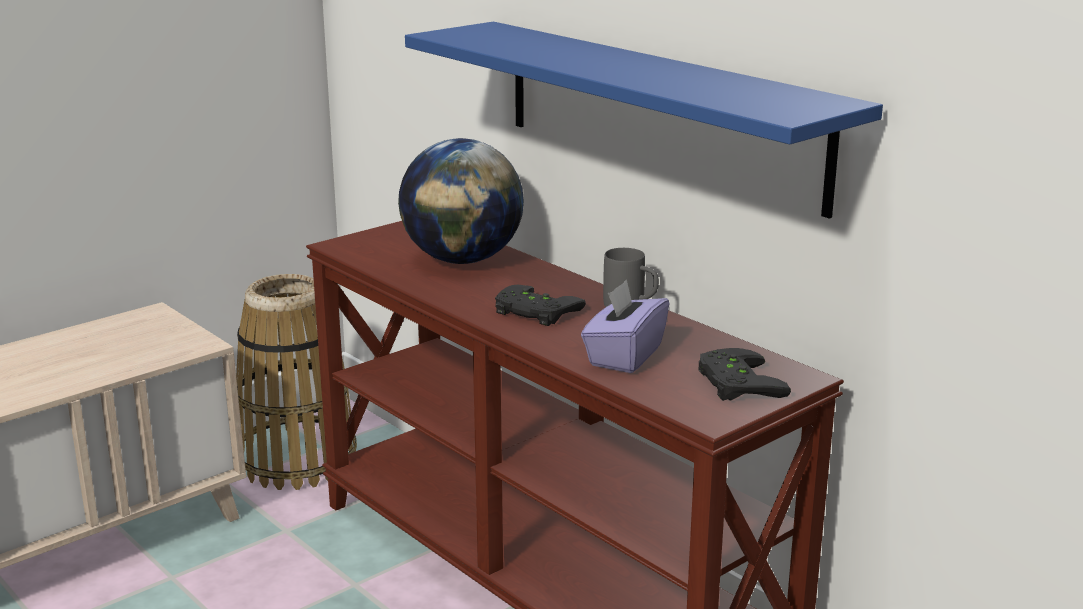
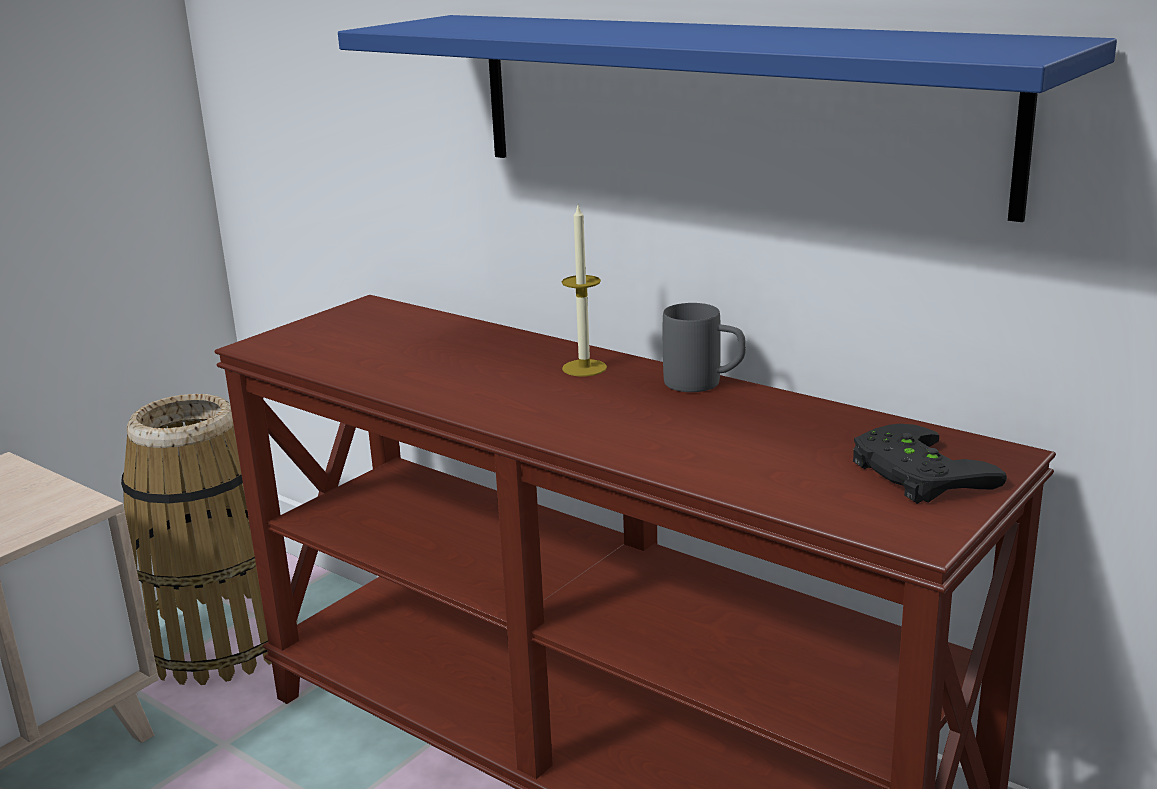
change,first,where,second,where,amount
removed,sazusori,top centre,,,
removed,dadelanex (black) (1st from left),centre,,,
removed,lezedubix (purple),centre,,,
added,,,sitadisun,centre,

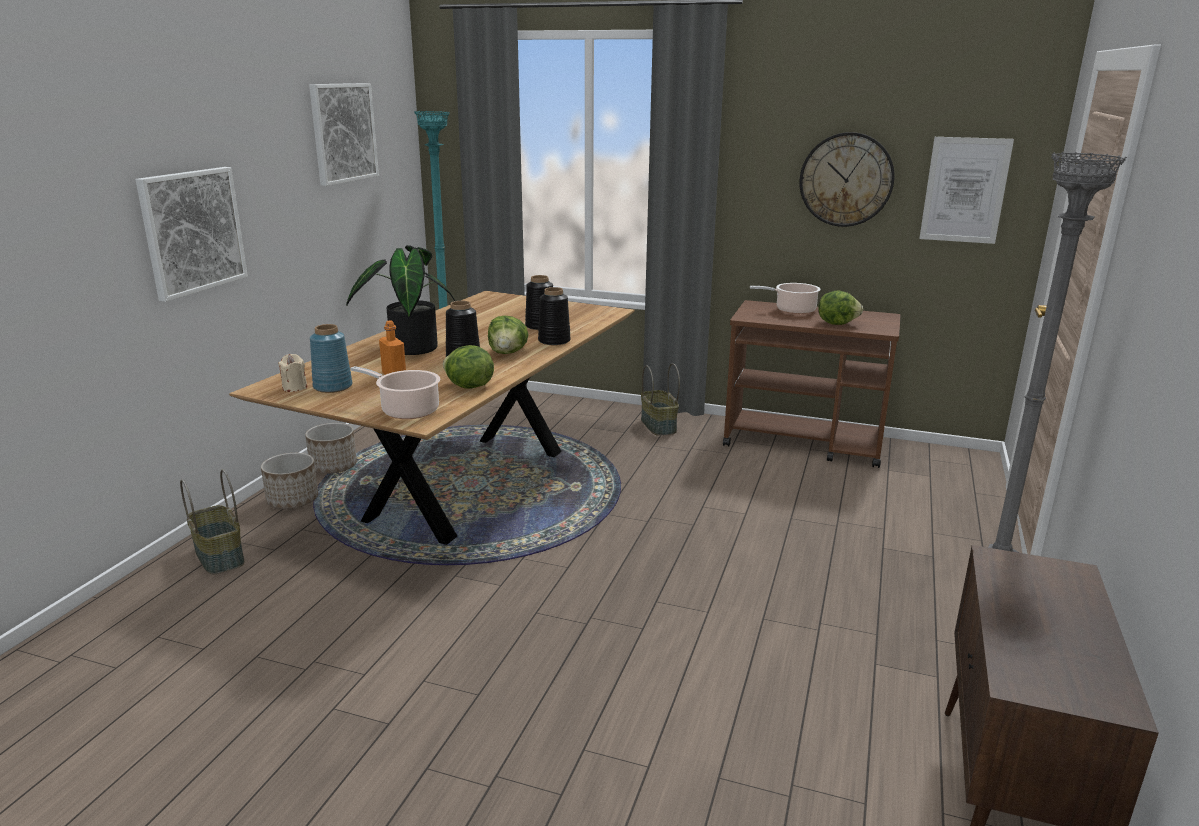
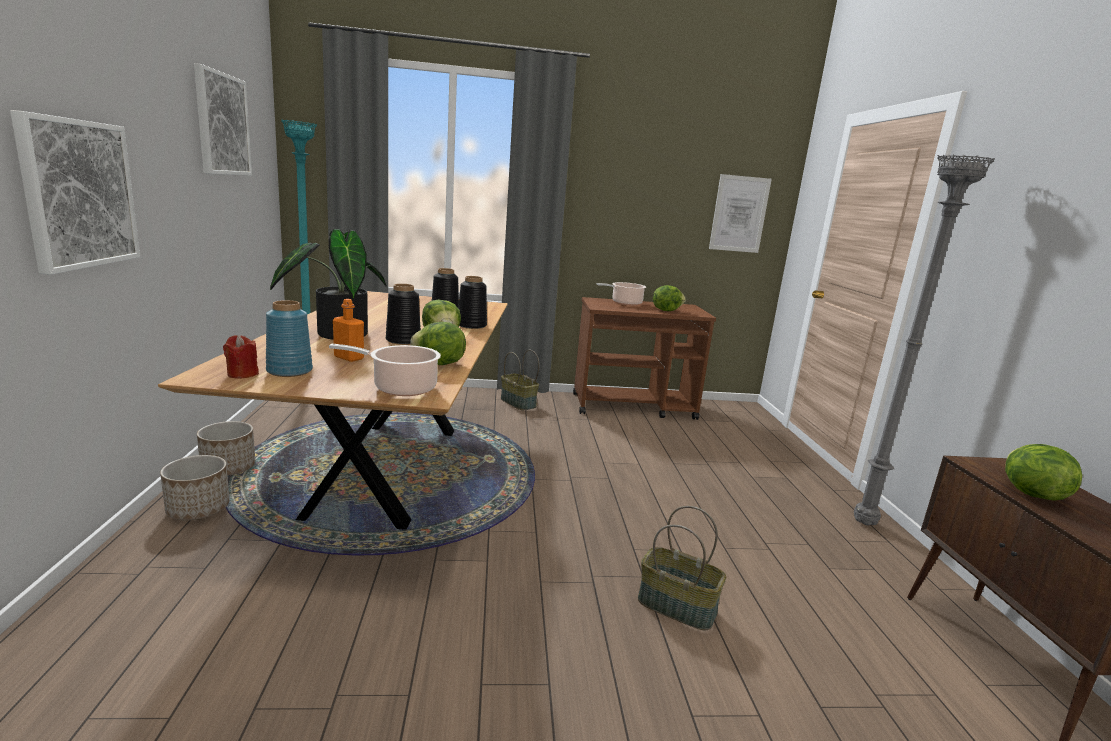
change,first,where,second,where,amount
moved,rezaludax (1st from left in the first image),middle left,rezaludax (2nd from left),bottom centre,
recoloured,sitadisun (beige),middle left,sitadisun (red),middle left,
removed,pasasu,top right,,,
added,,,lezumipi (4th from left),middle right,

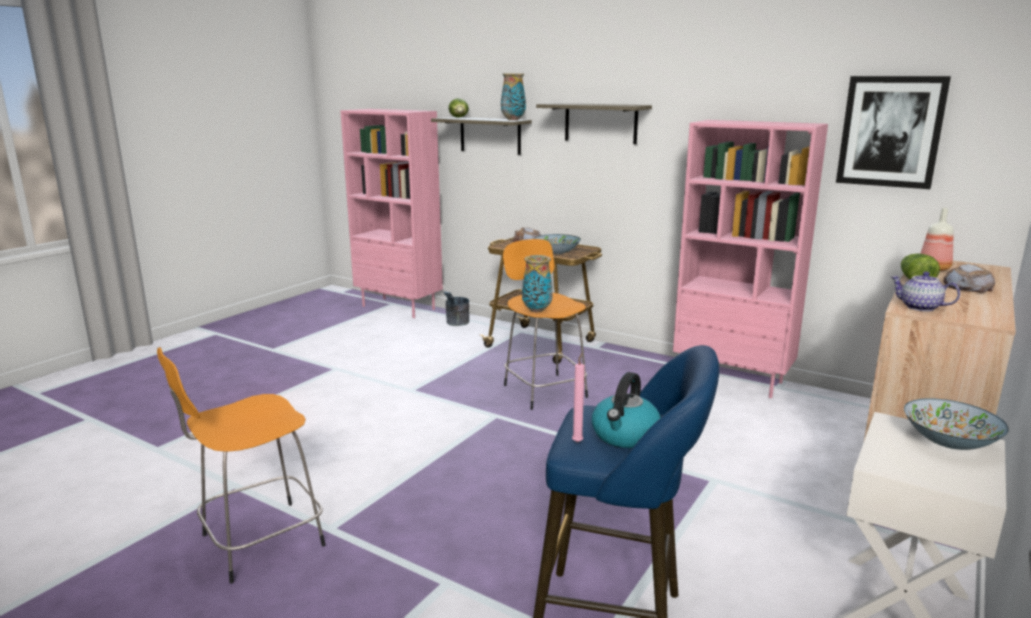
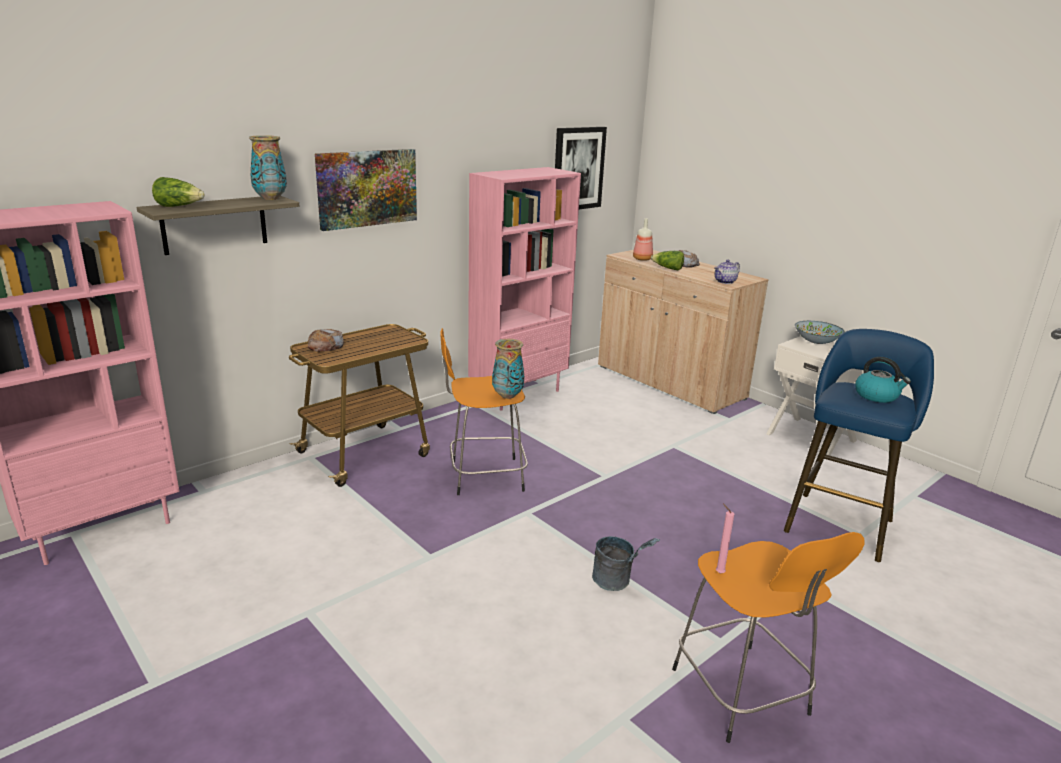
change,first,where,second,where,amount
moved,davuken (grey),centre,,bottom centre,
removed,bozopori (1st from left),centre,,,
replaced,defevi (2nd from left),top centre,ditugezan (1st from left),top centre,
moved,sitadisun (pink),centre,,bottom right,

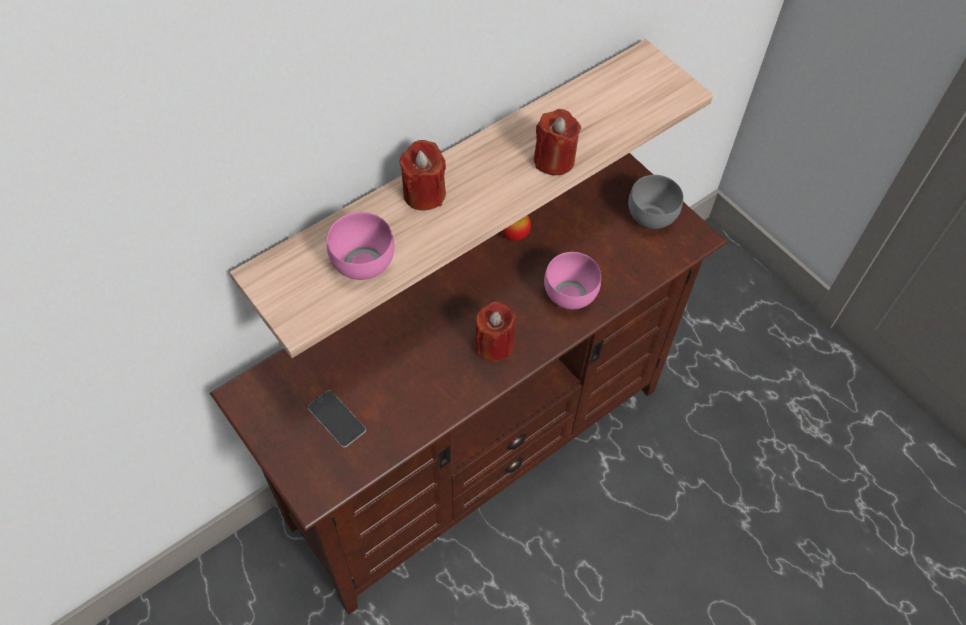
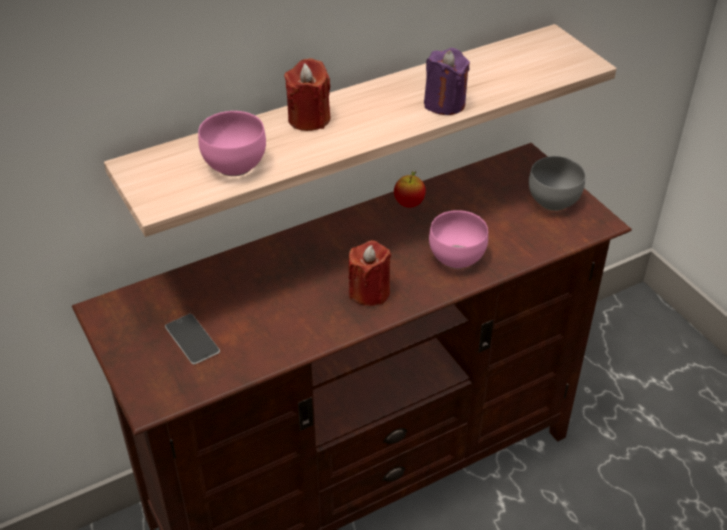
change,first,where,second,where,amount
recoloured,sitadisun (red) (3rd from left),top centre,sitadisun (purple),top centre,

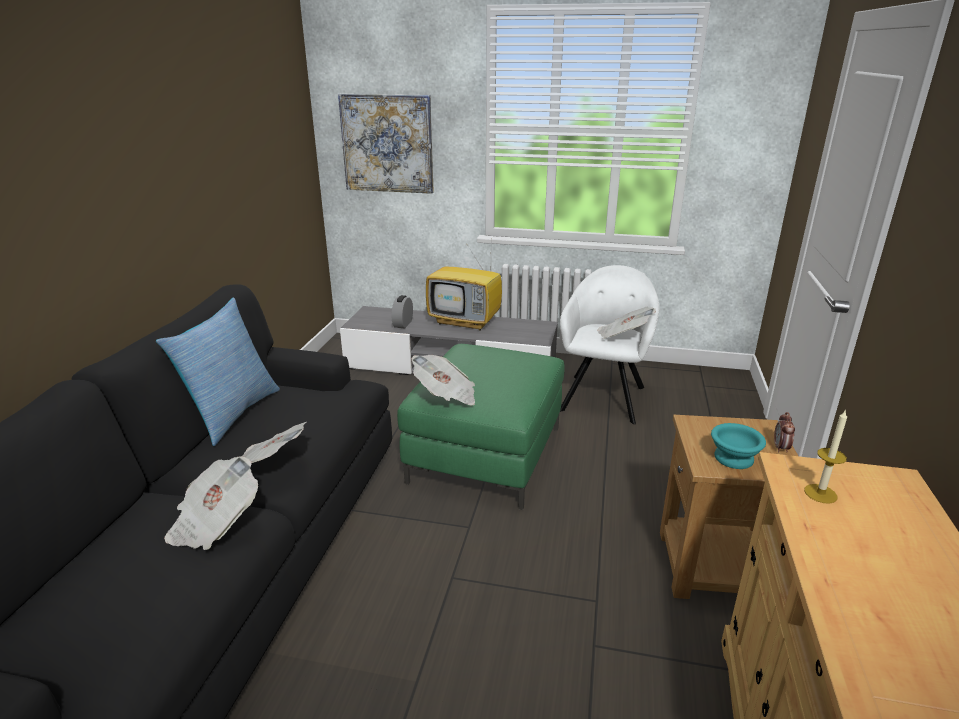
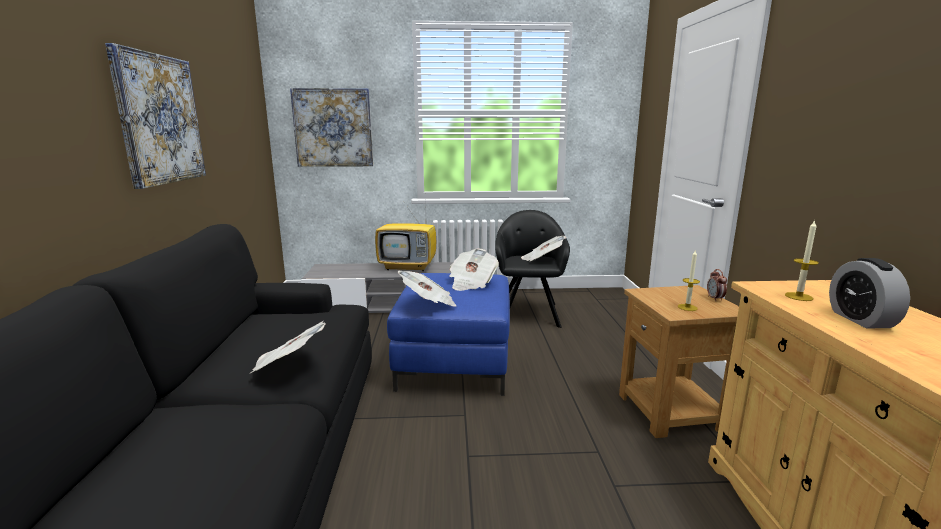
change,first,where,second,where,amount
removed,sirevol,middle left,,,
moved,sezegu (1st from left in the first image),bottom left,sezegu (3rd from left),centre,
moved,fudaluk (1st from left in the first image),centre,fudaluk (2nd from left),middle right,
recoloured,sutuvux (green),centre,sutuvux (blue),centre,
recoloured,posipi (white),centre,posipi (black),centre,
replaced,bozopori (turquoise),middle right,sitadisun (1st from left),middle right,
added,,,ditugezan (1st from left),top left,

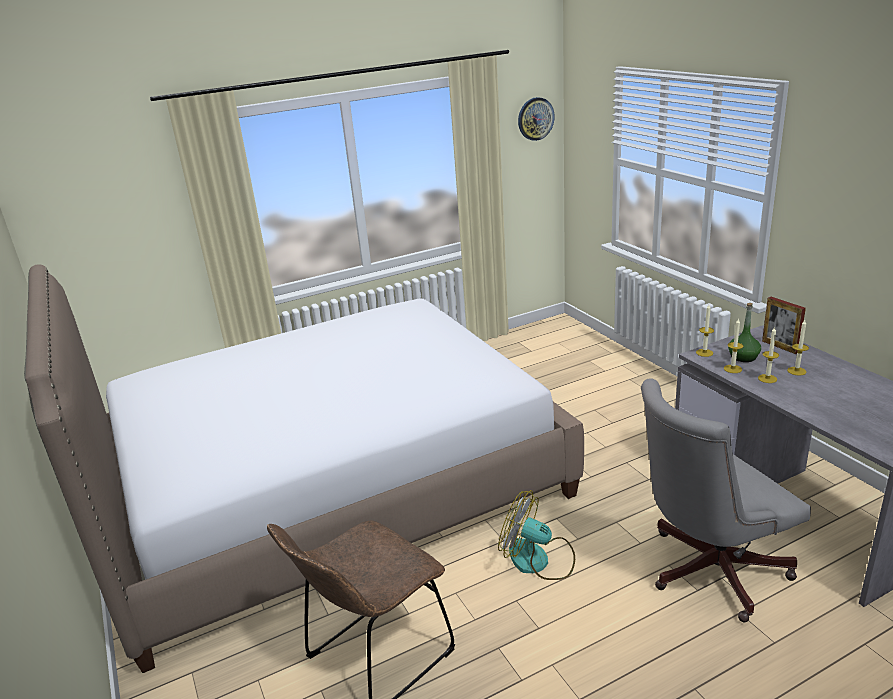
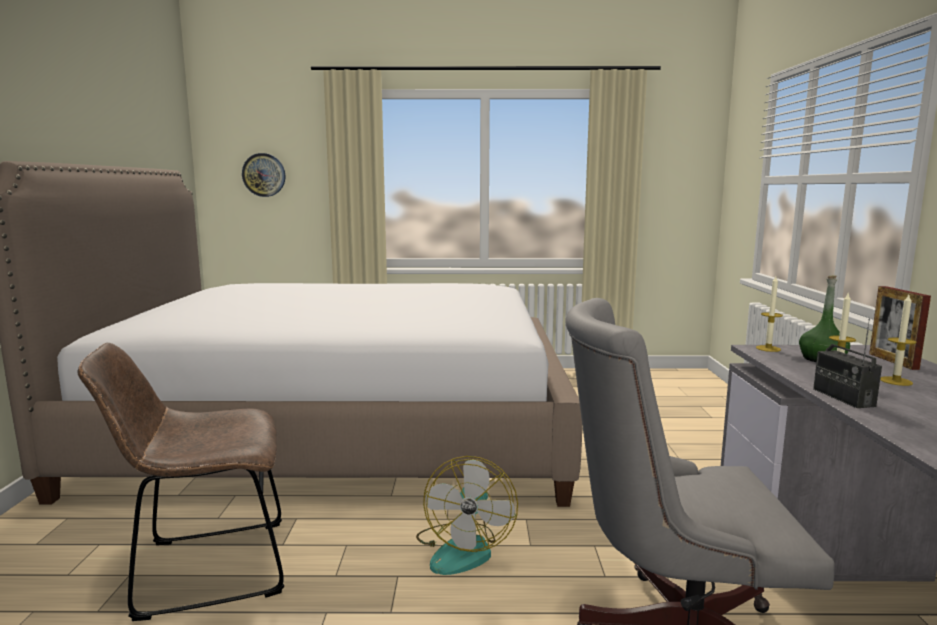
change,first,where,second,where,amount
turned,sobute,bottom centre,,bottom centre,135 degrees counterclockwise
moved,pasasu,top centre,,top left,
removed,sitadisun (2nd from left),middle right,,,
added,,,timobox,middle right,

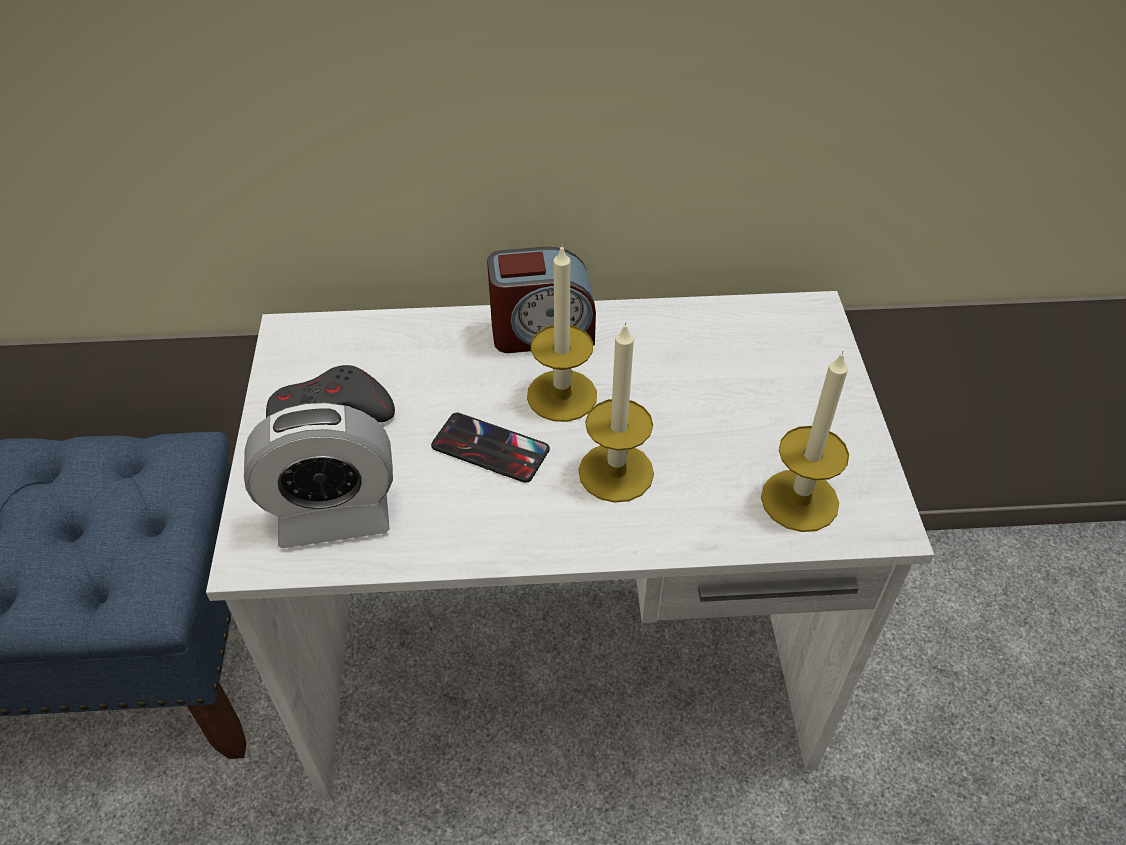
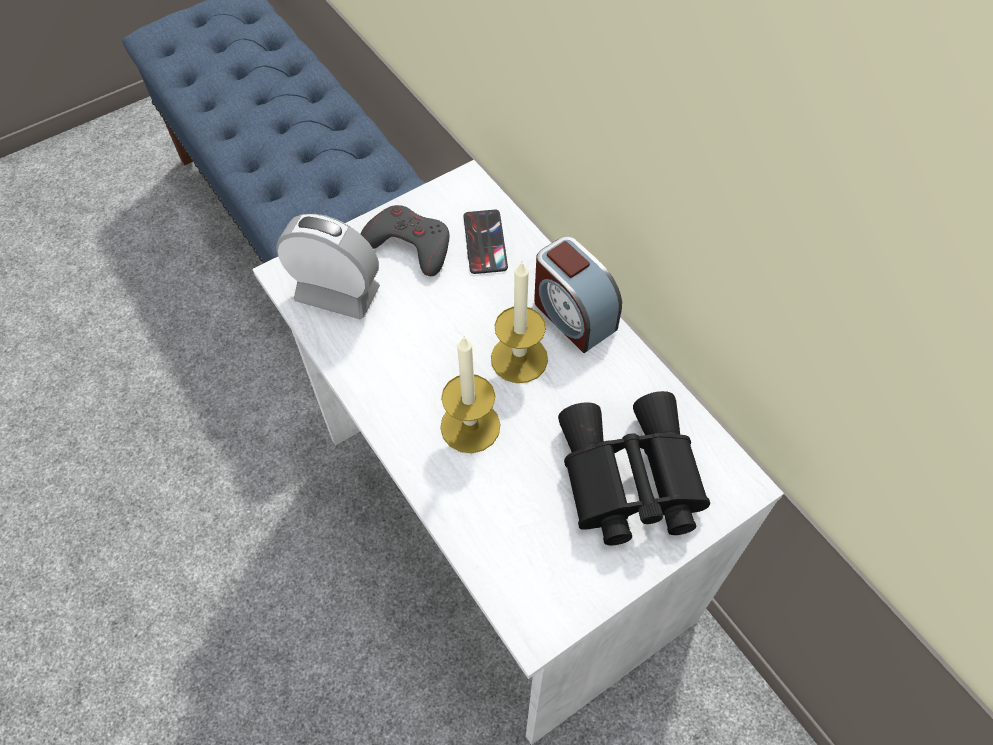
change,first,where,second,where,amount
turned,fudaluk (1st from left),middle left,,middle left,150 degrees clockwise
moved,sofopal,centre,,top centre,
removed,sitadisun (3rd from left),middle right,,,
added,,,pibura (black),centre,

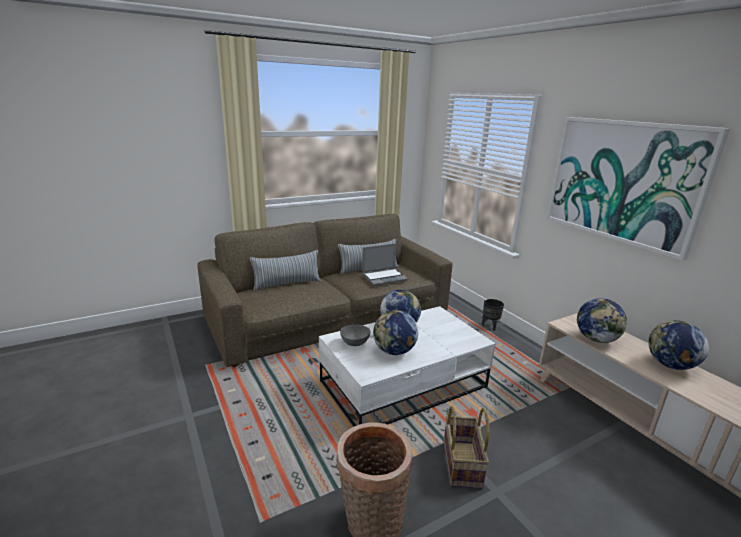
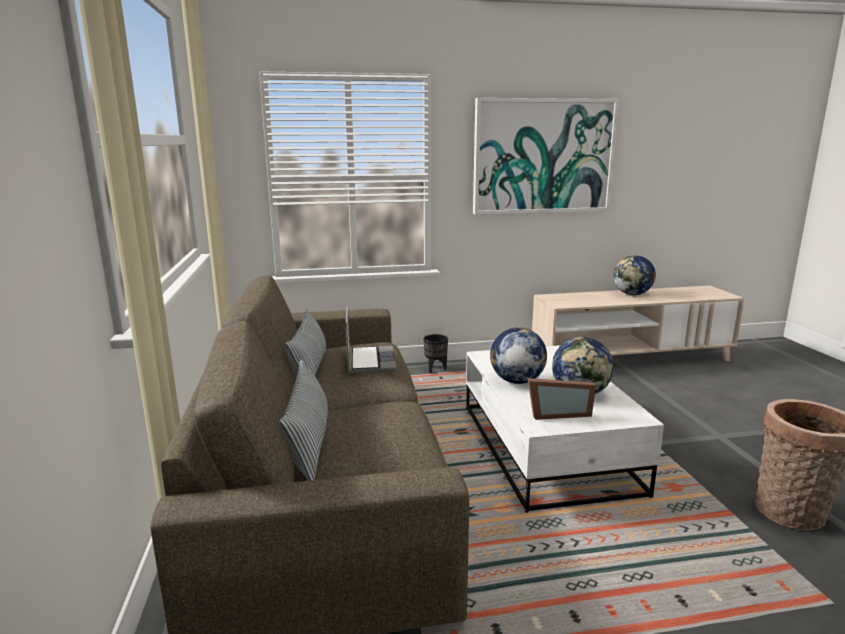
change,first,where,second,where,amount
replaced,bozopori (grey),centre,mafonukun,centre,
removed,rezaludax (2nd from left),bottom centre,,,
removed,sazusori (3rd from left),middle right,,,

